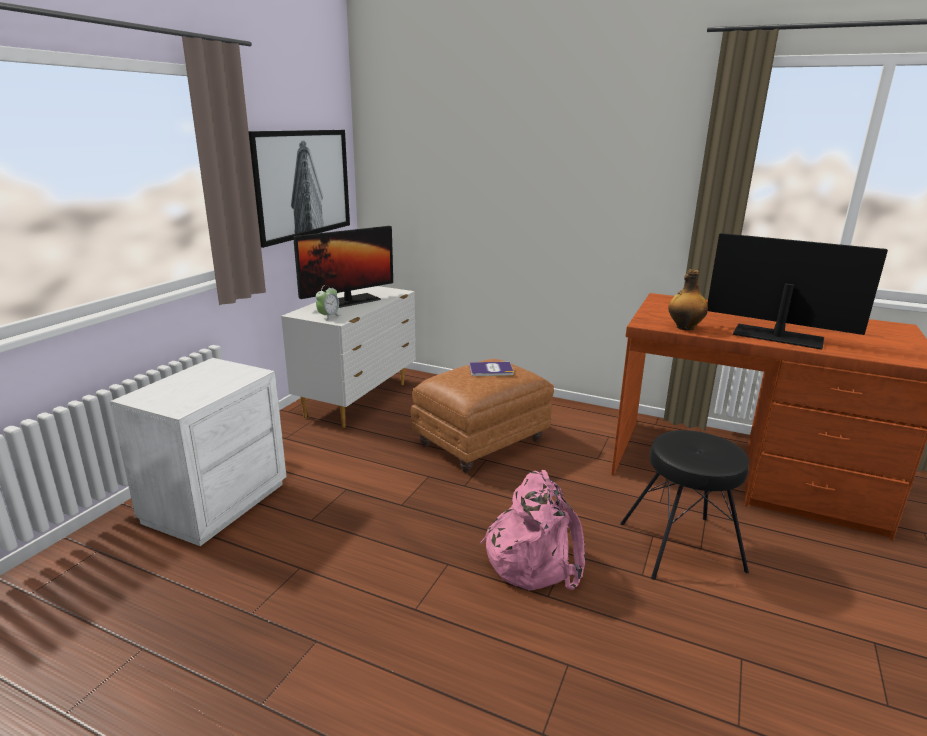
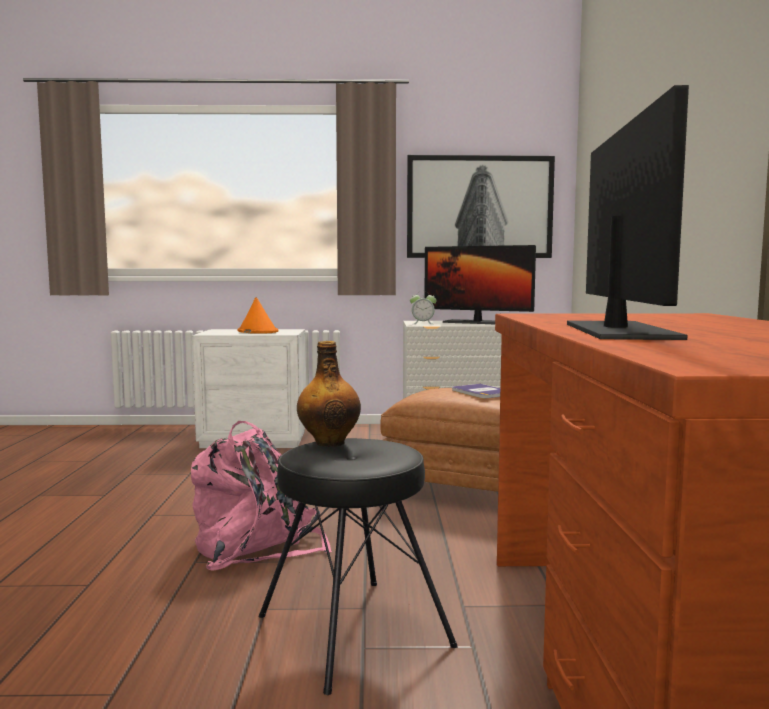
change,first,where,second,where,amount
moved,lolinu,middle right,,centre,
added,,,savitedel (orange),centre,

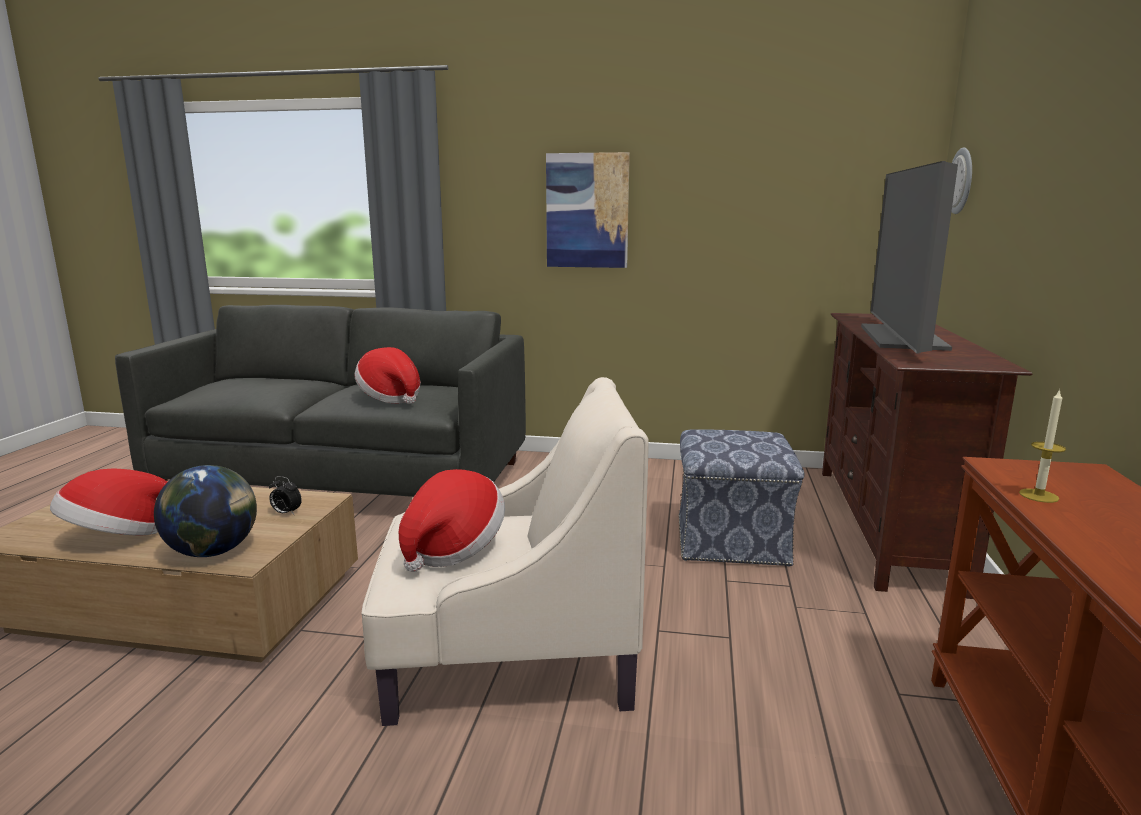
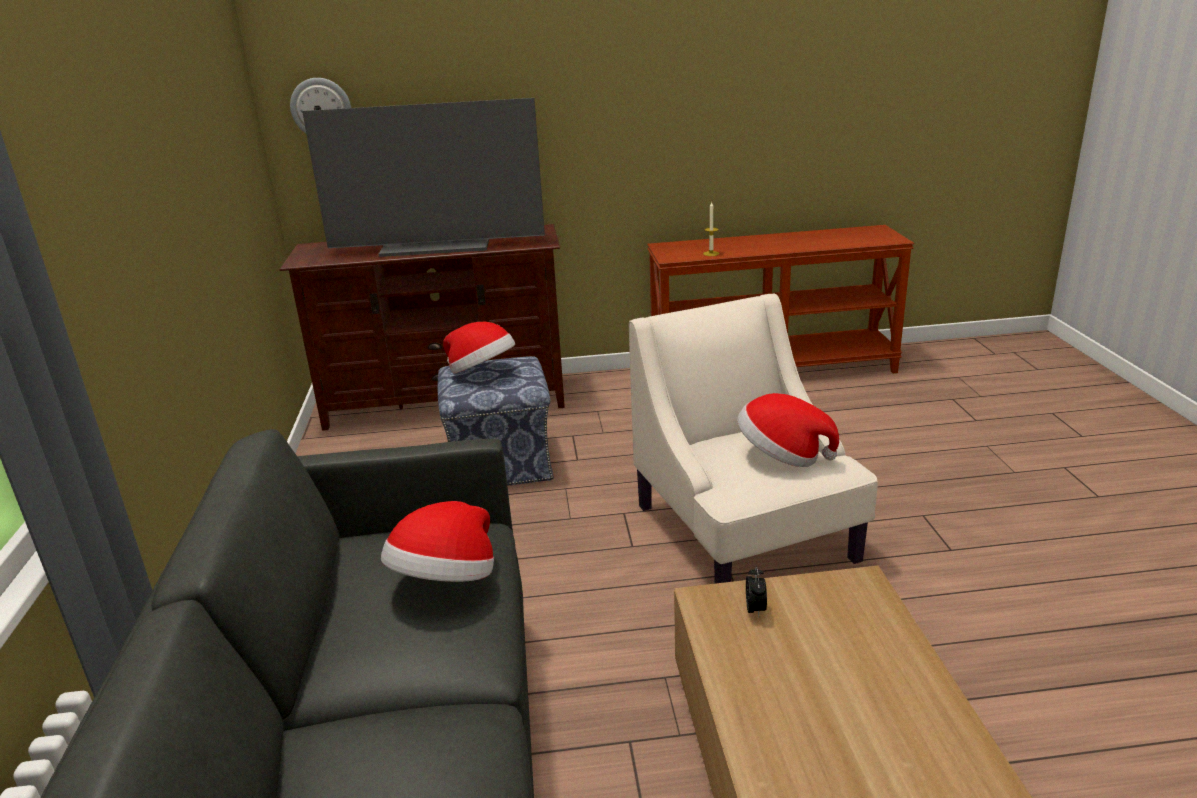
change,first,where,second,where,amount
moved,savitedel (1st from left in the first image),middle left,savitedel (2nd from left),centre,
removed,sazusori,middle left,,,
removed,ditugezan,top centre,,,

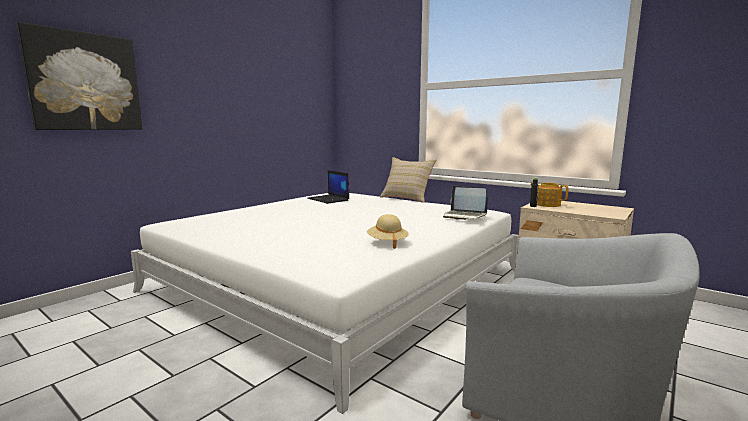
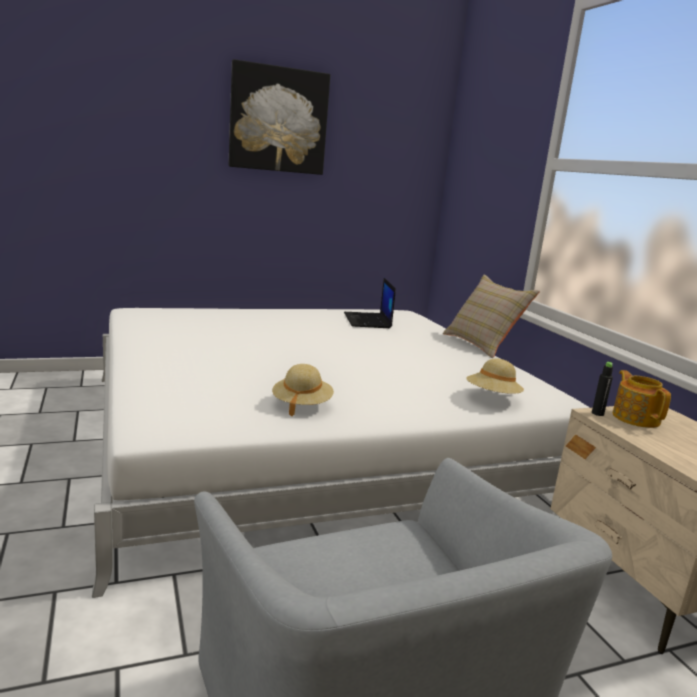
change,first,where,second,where,amount
moved,ditugezan,top left,,top centre,
replaced,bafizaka (2nd from left),centre,savitedel (beige) (2nd from left),middle right,

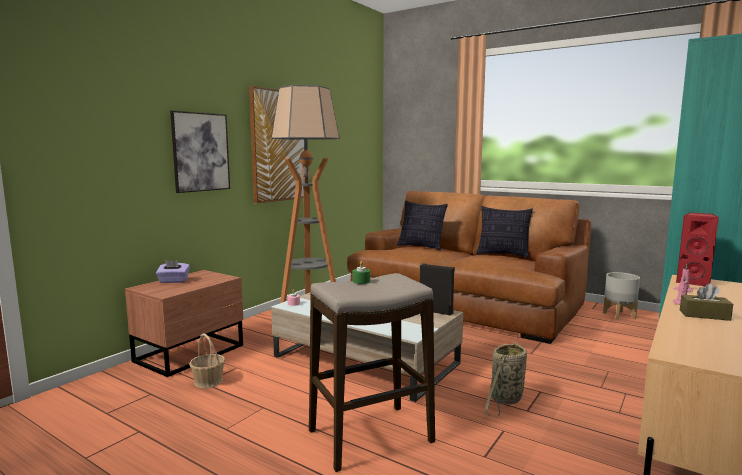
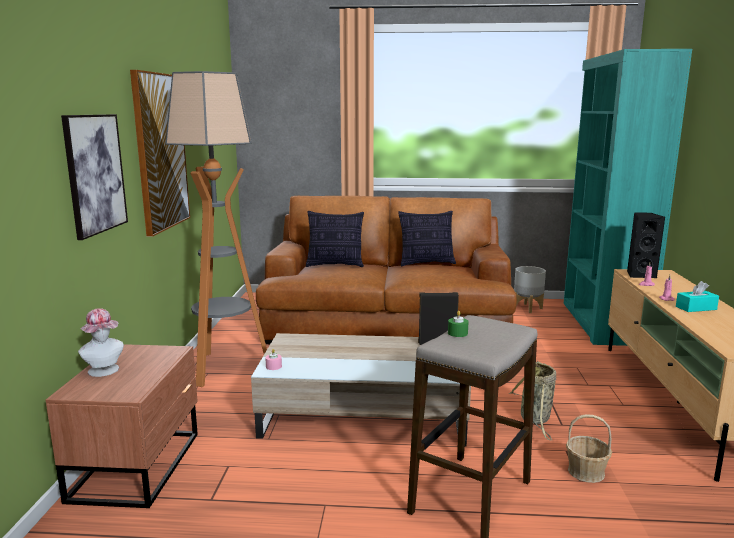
change,first,where,second,where,amount
replaced,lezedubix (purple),middle left,savitedel,middle left,
moved,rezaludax (1st from left in the first image),bottom left,rezaludax (2nd from left),bottom right,
recoloured,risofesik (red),middle right,risofesik (black) (2nd from left),middle right,
recoloured,lezedubix (brown),middle right,lezedubix (turquoise),middle right,

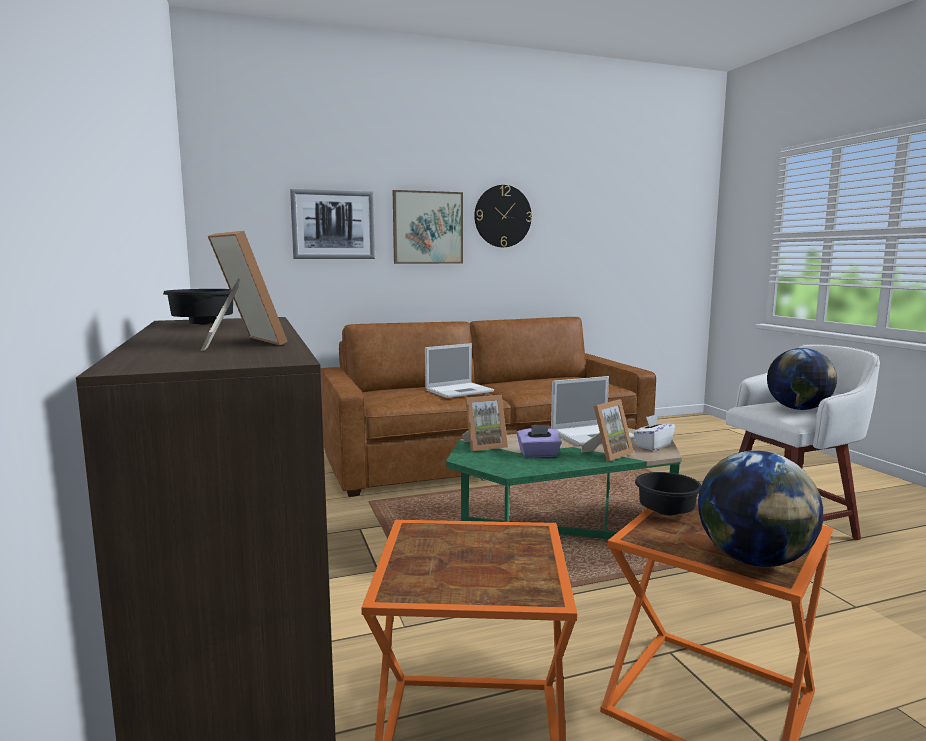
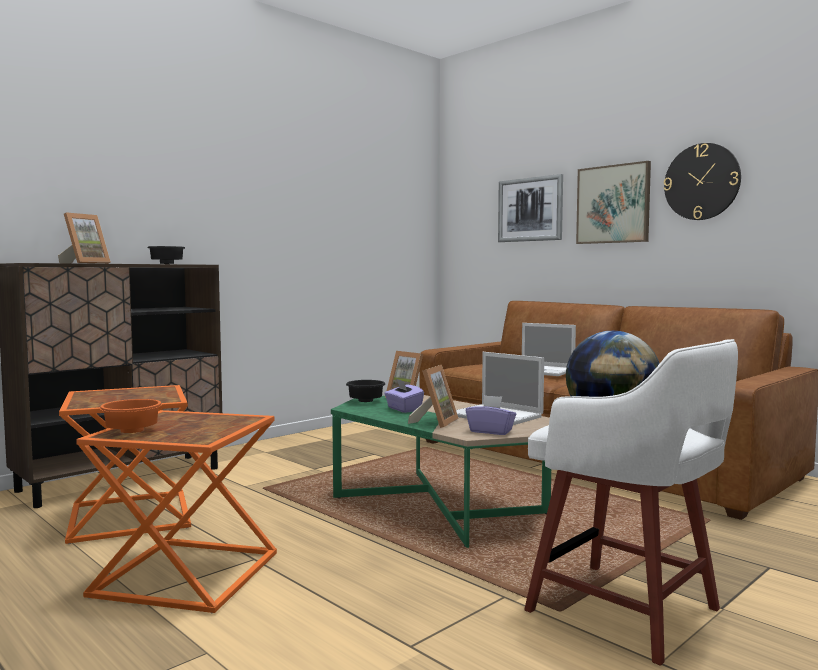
change,first,where,second,where,amount
turned,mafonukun (3rd from left),centre,,centre,90 degrees counterclockwise
recoloured,lezedubix (white),middle right,lezedubix (purple) (2nd from left),centre,
moved,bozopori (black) (2nd from left),middle right,,centre,
replaced,sazusori (1st from left),bottom right,bozopori (orange),middle left,

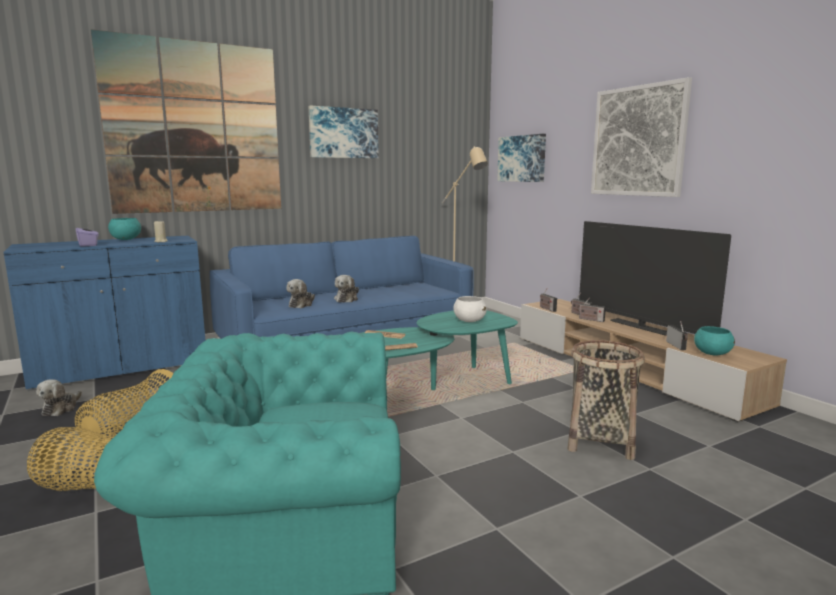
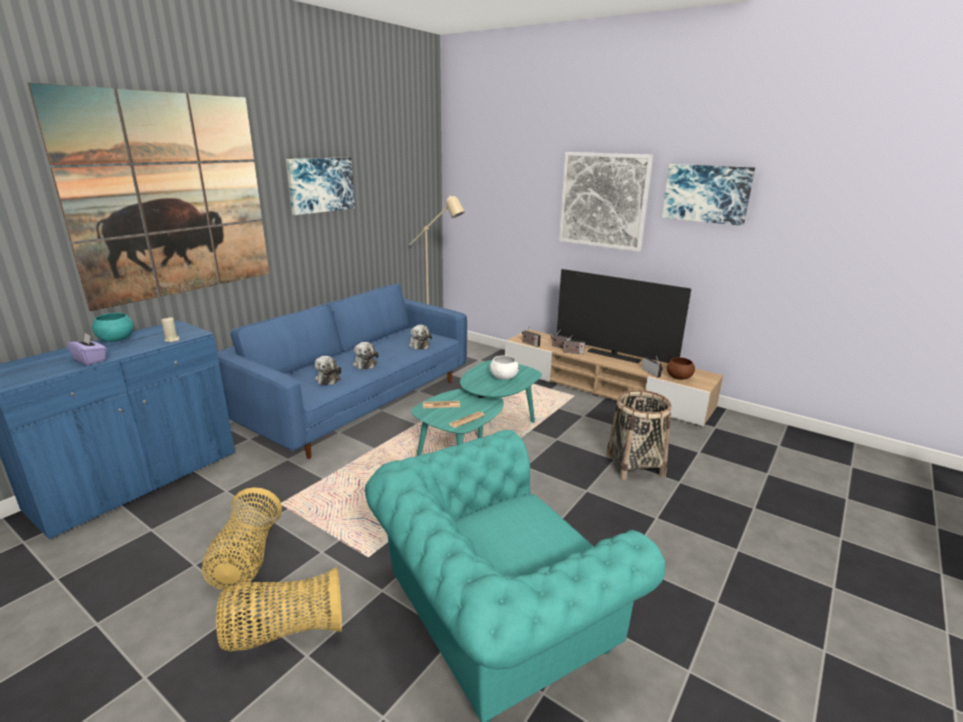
change,first,where,second,where,amount
moved,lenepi (1st from left in the first image),bottom left,lenepi (3rd from left),centre,
moved,ditugezan (3rd from left in the first image),top centre,ditugezan (4th from left),top right,
recoloured,bozopori (turquoise) (2nd from left),middle right,bozopori (brown),middle right,

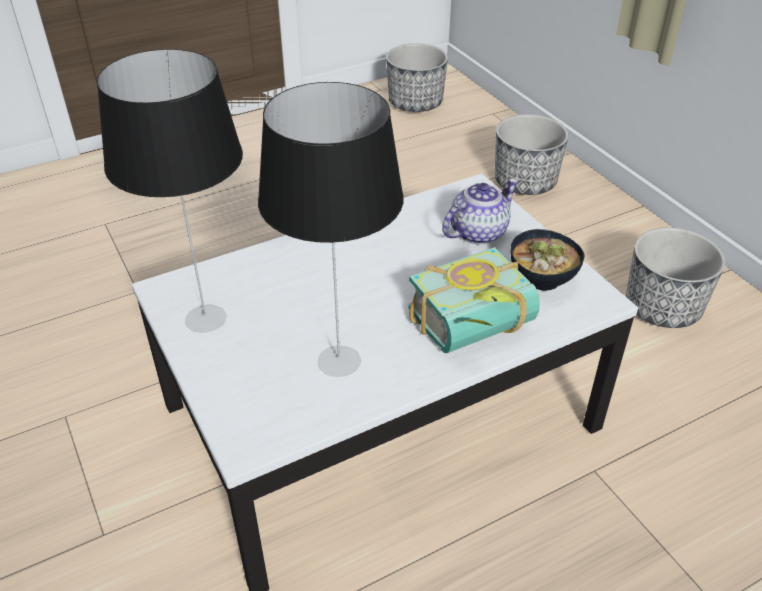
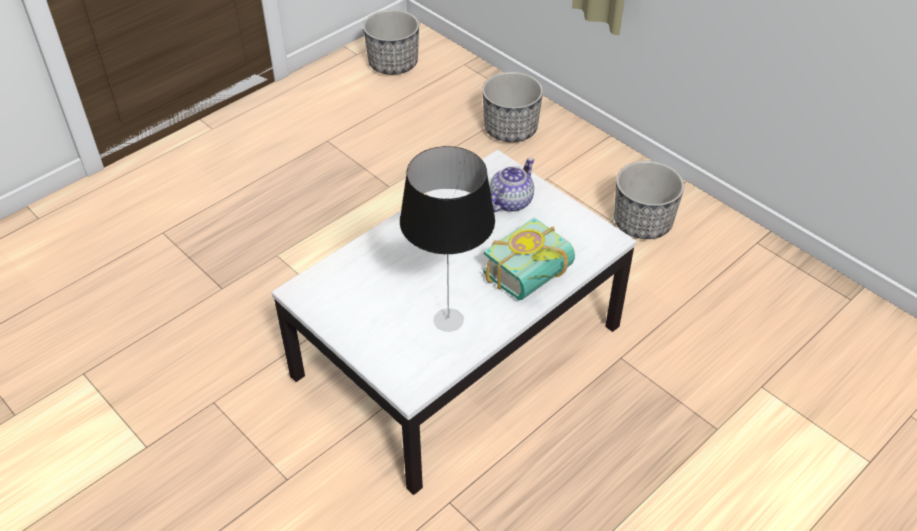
change,first,where,second,where,amount
removed,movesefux (1st from left),top left,,,
removed,bozopori,middle right,,,

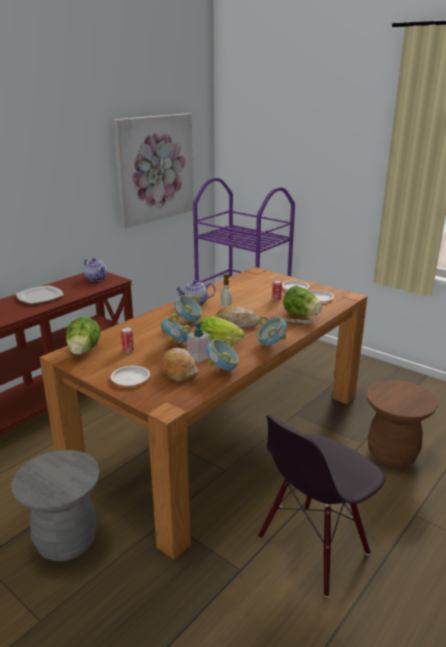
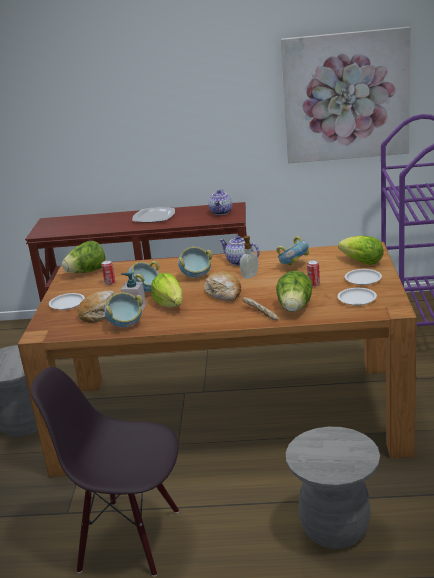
change,first,where,second,where,amount
moved,bozopori (4th from left),centre,,middle right,
recoloured,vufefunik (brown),middle right,vufefunik (grey) (2nd from left),bottom right,
added,,,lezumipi (4th from left),middle right,

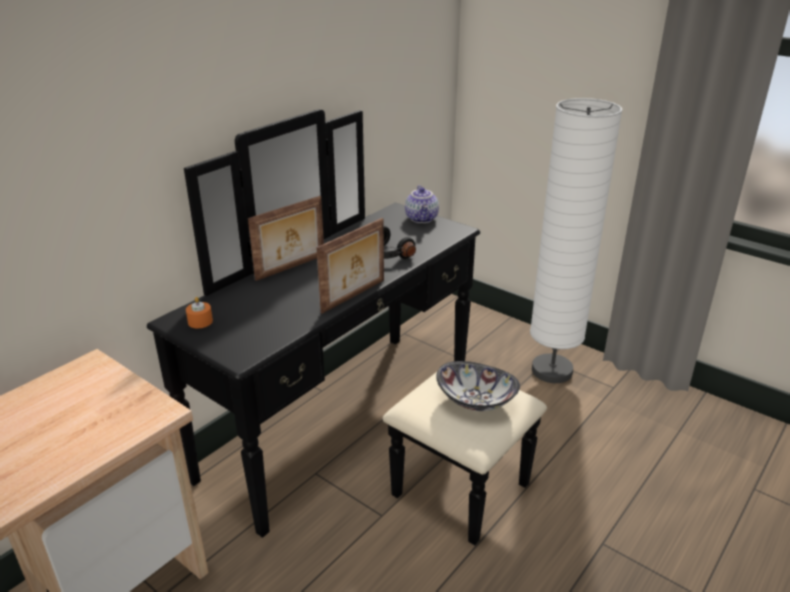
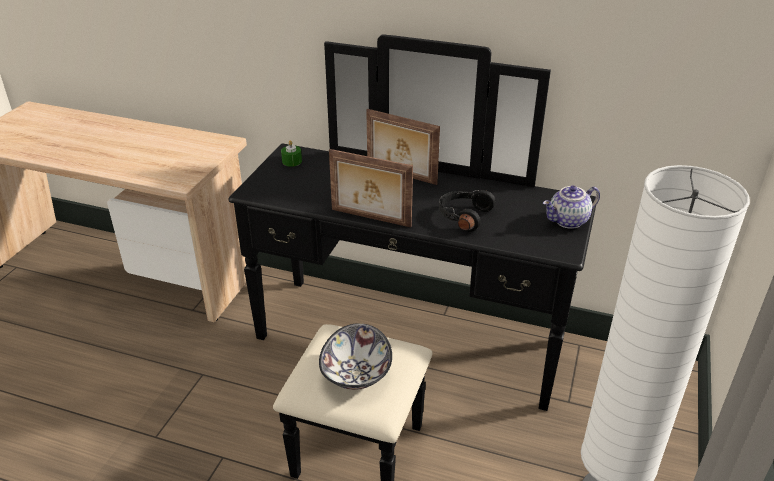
change,first,where,second,where,amount
recoloured,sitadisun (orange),middle left,sitadisun (green),top centre,

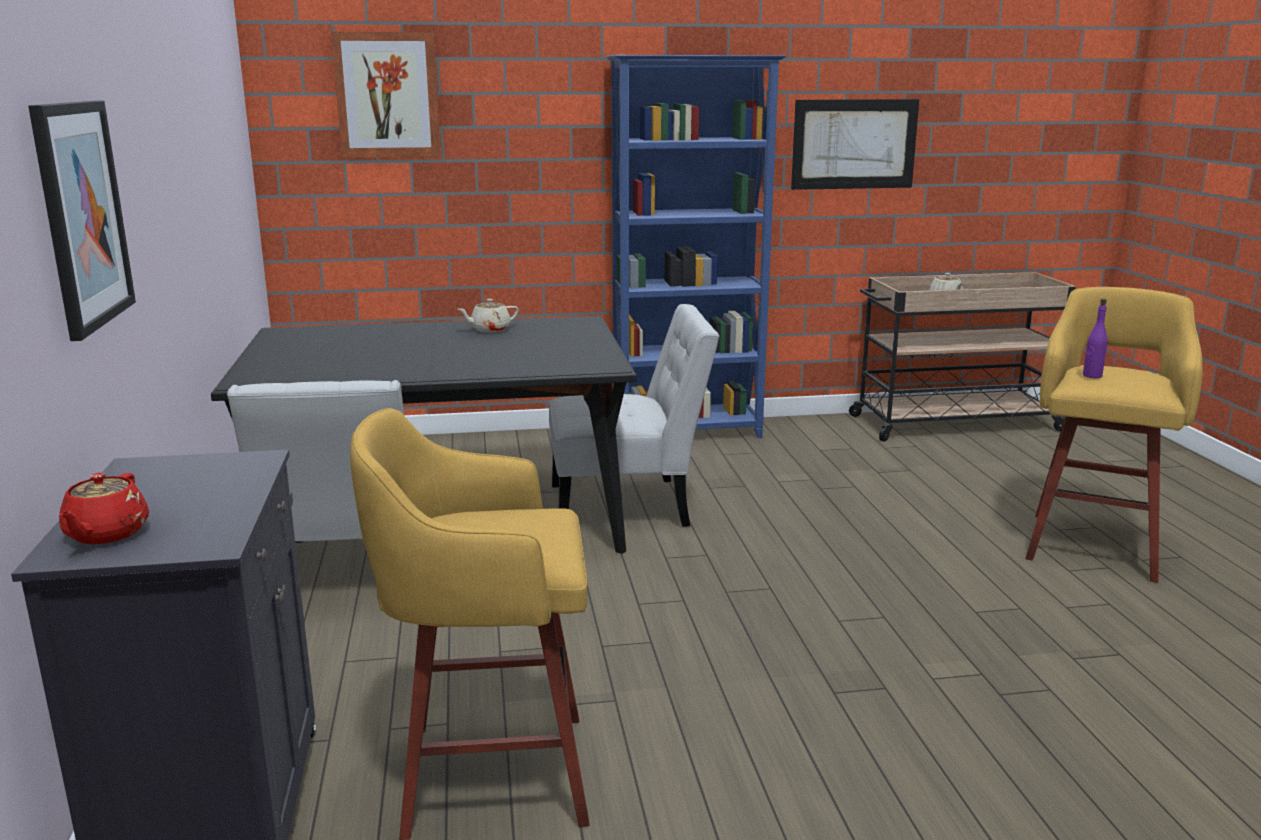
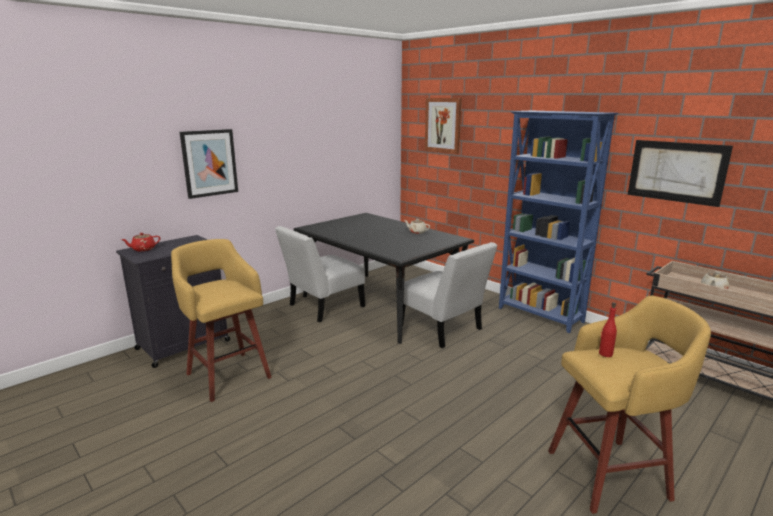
change,first,where,second,where,amount
recoloured,lolinu (purple),middle right,lolinu (red),middle right,

